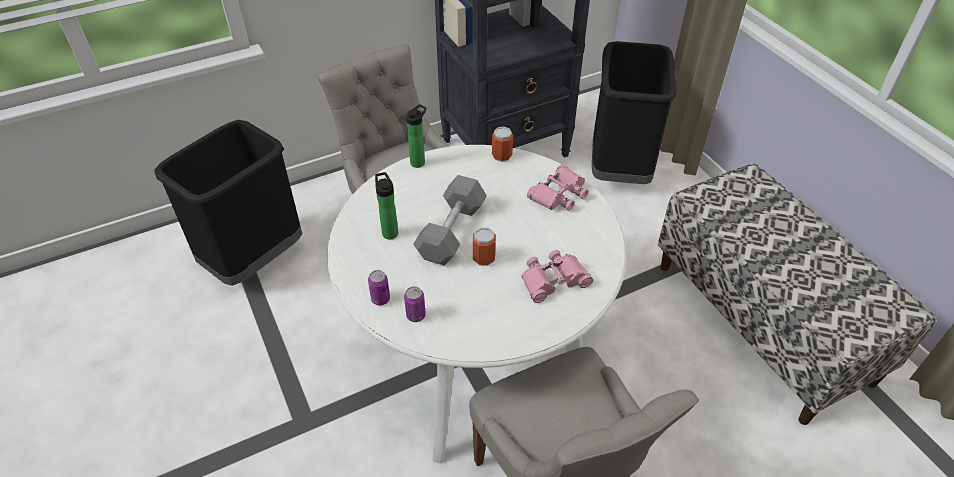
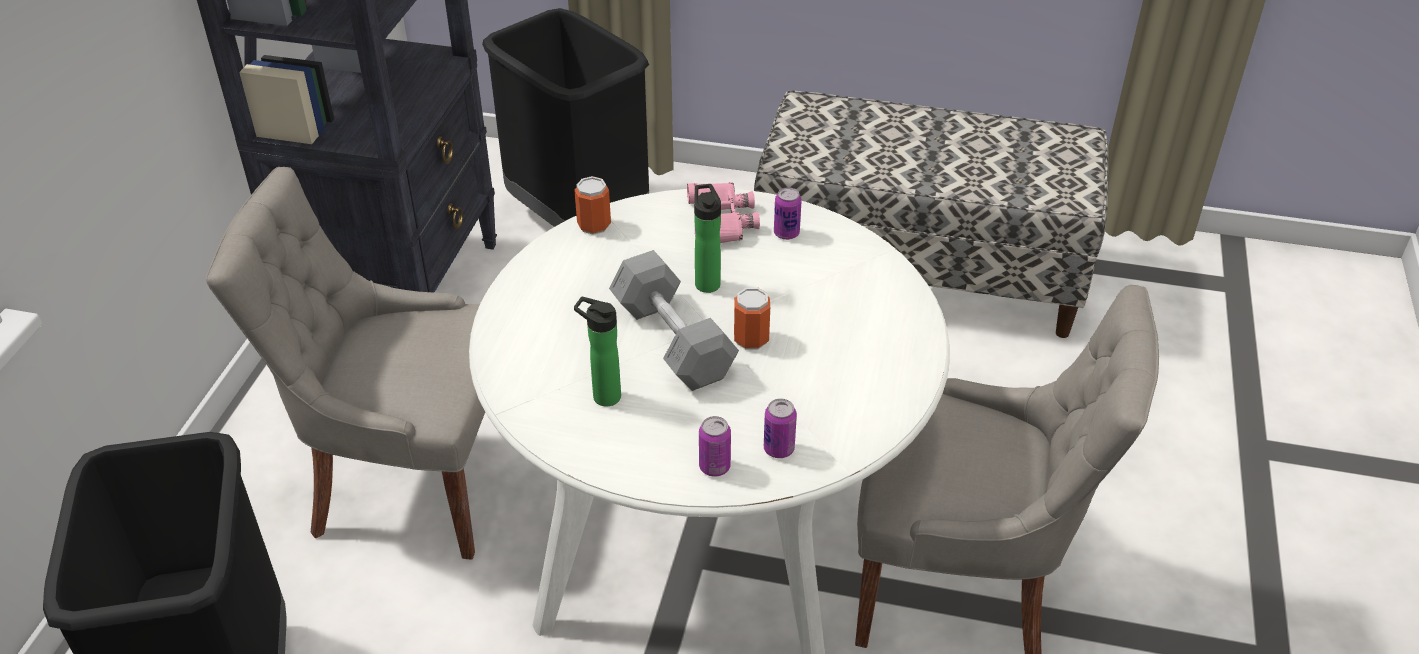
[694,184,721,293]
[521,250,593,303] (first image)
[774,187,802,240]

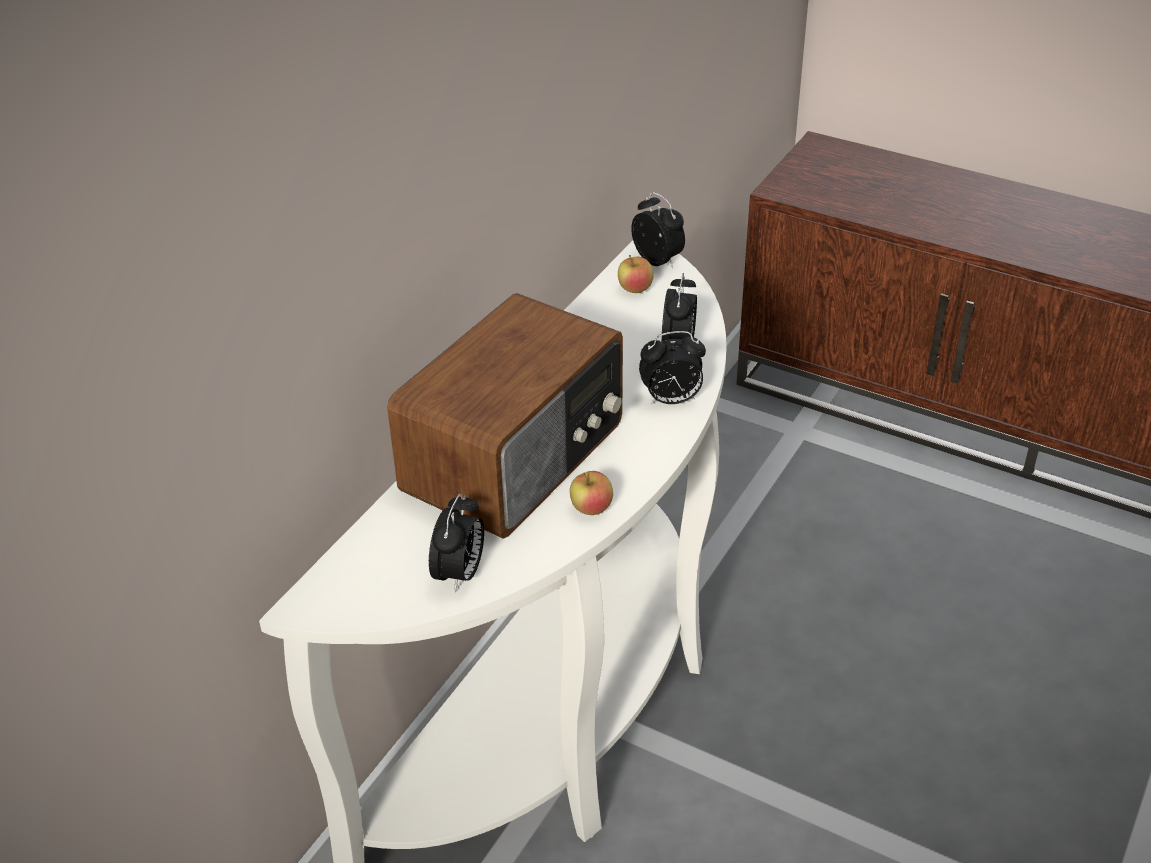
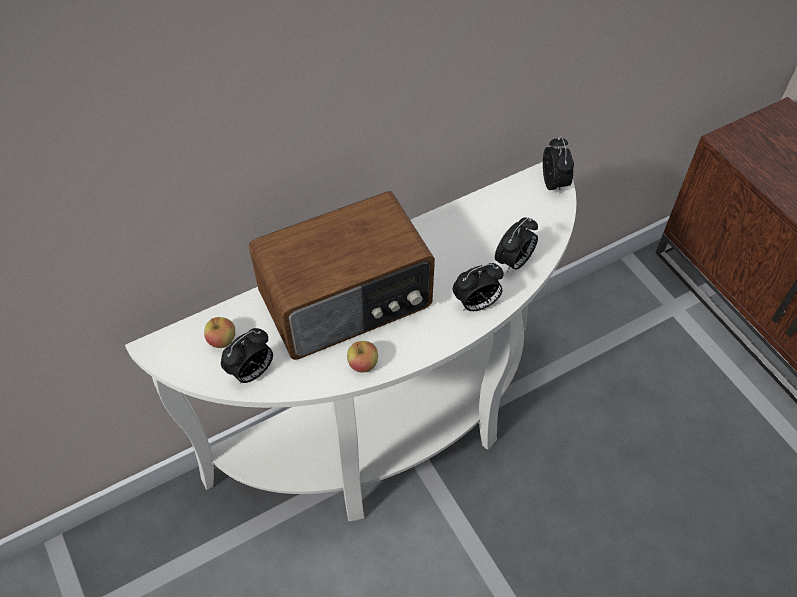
[204,317,235,348]
[453,263,504,311]

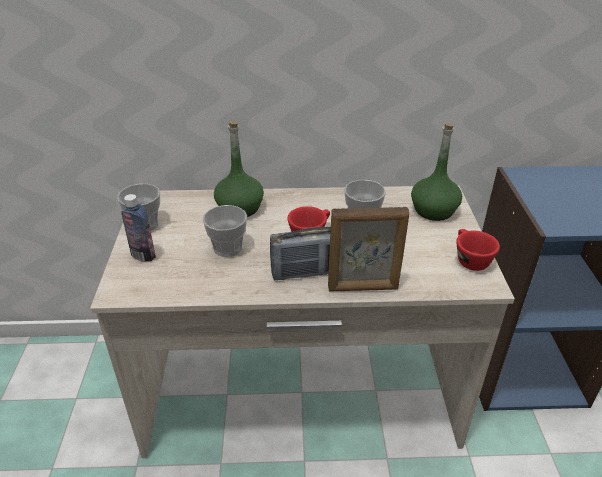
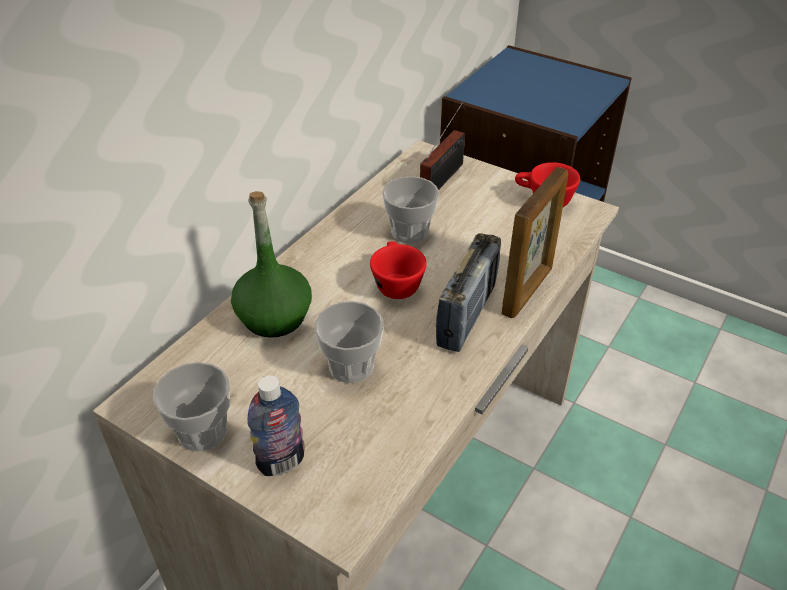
[420,101,465,190]

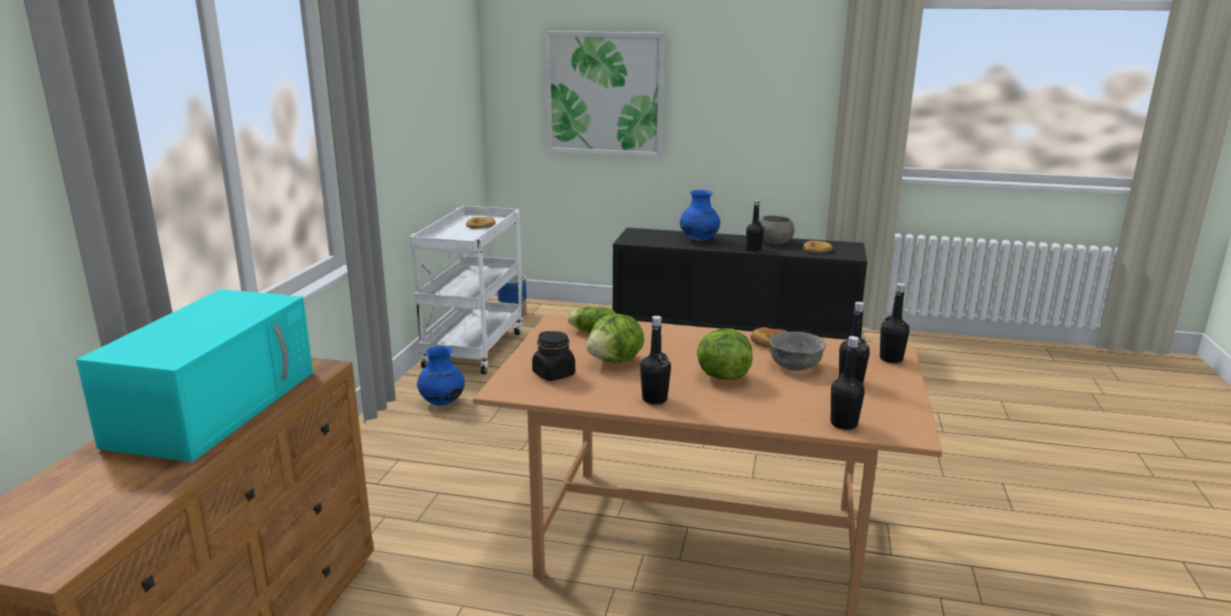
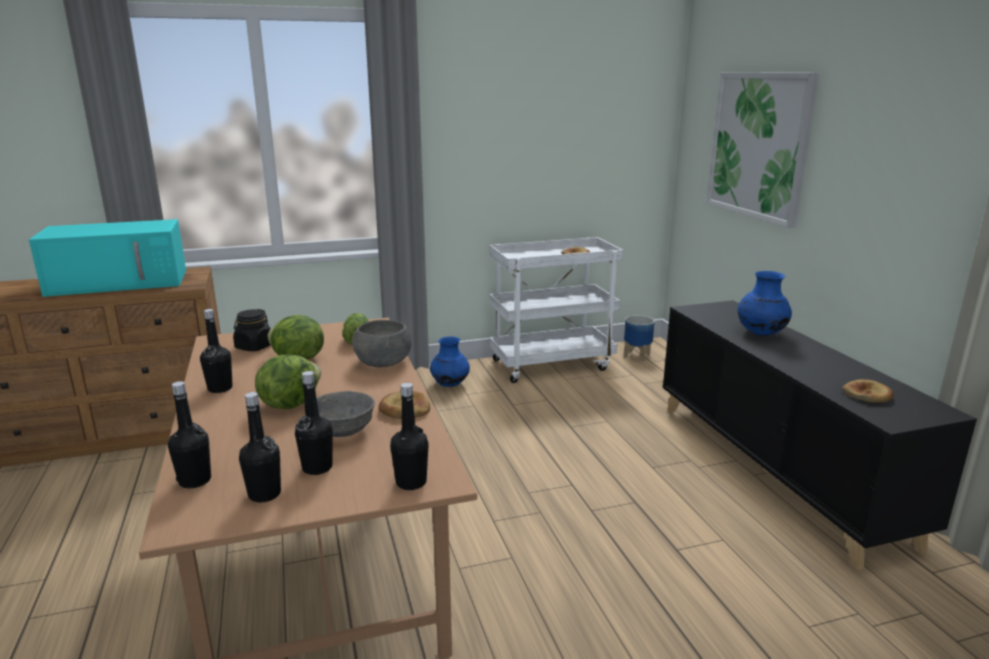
[239,392,281,503]
[352,320,411,367]

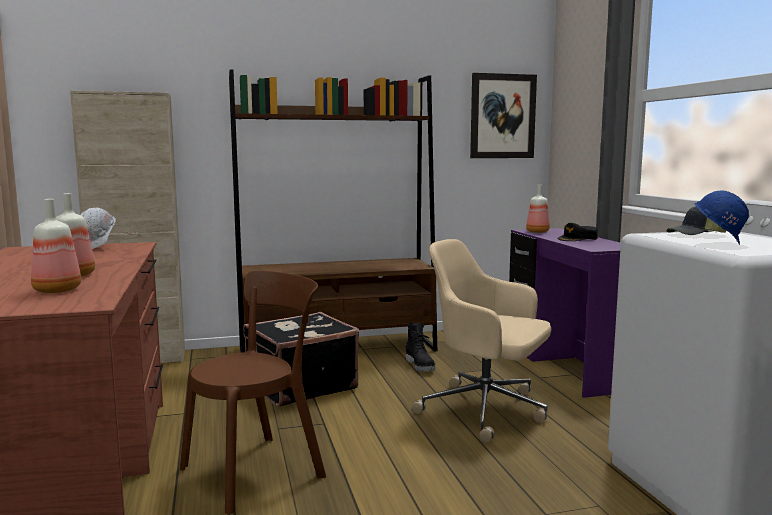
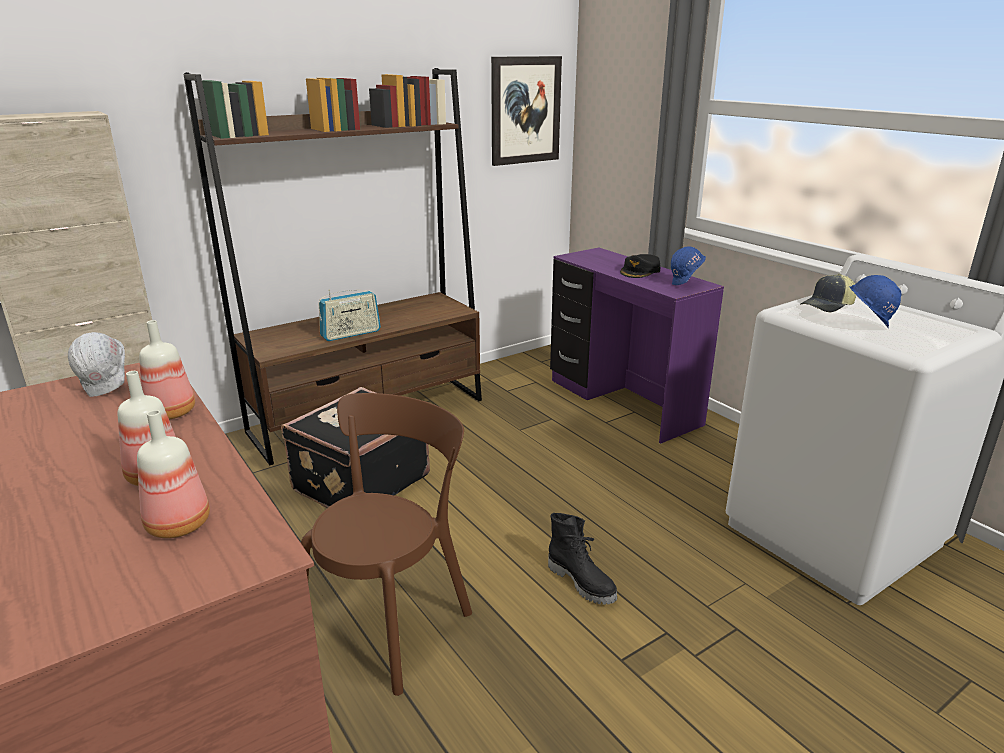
[548,513,617,605]
[412,239,551,443] (first image)
[139,320,195,419]
[319,290,381,341]
[671,246,706,285]

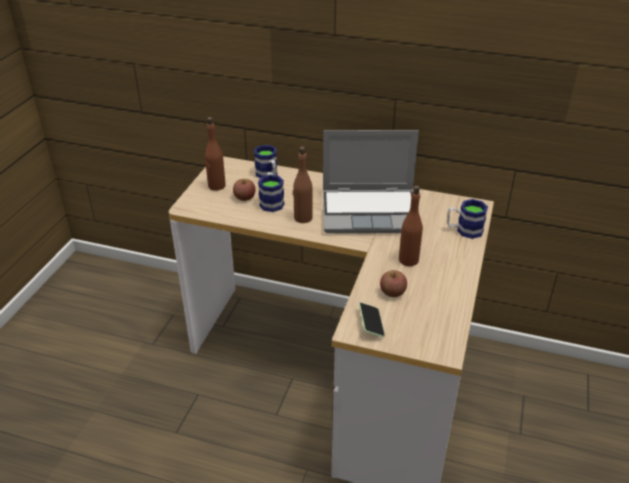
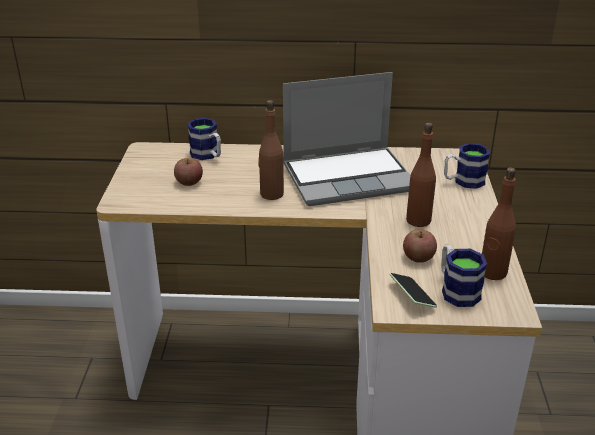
[482,167,516,280]
[441,245,487,307]

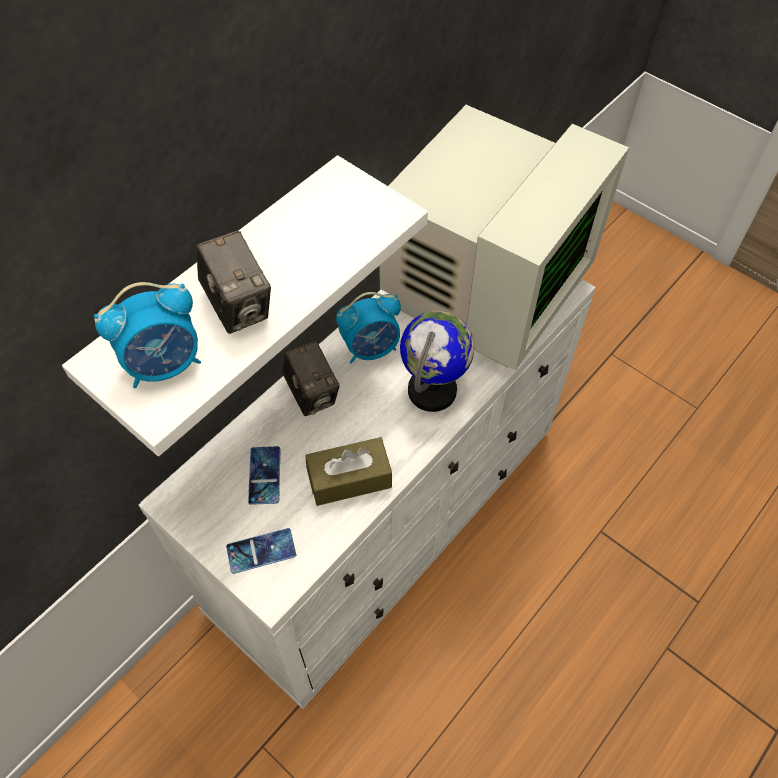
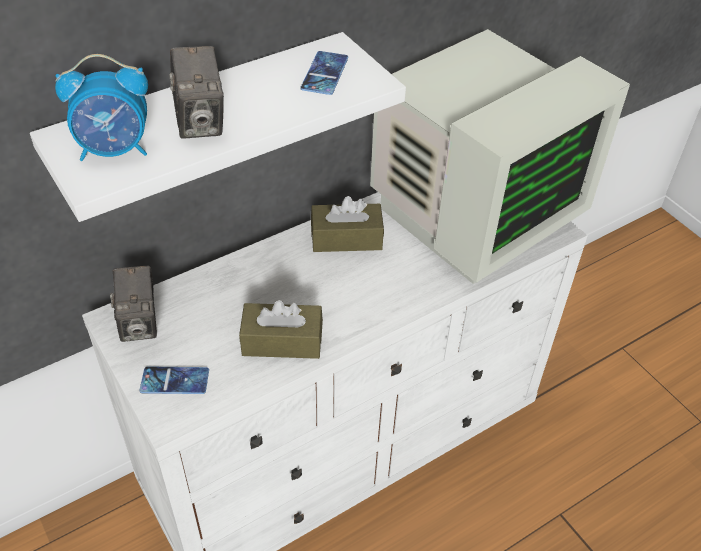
[301,51,348,95]
[110,266,157,342]
[311,196,384,252]
[400,311,475,412] (first image)

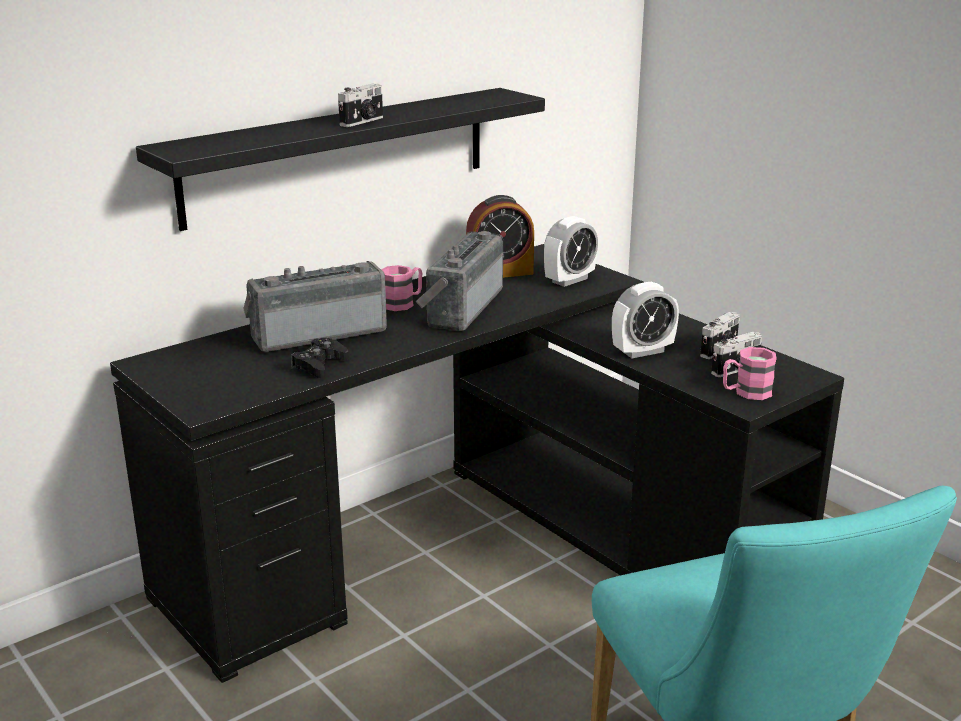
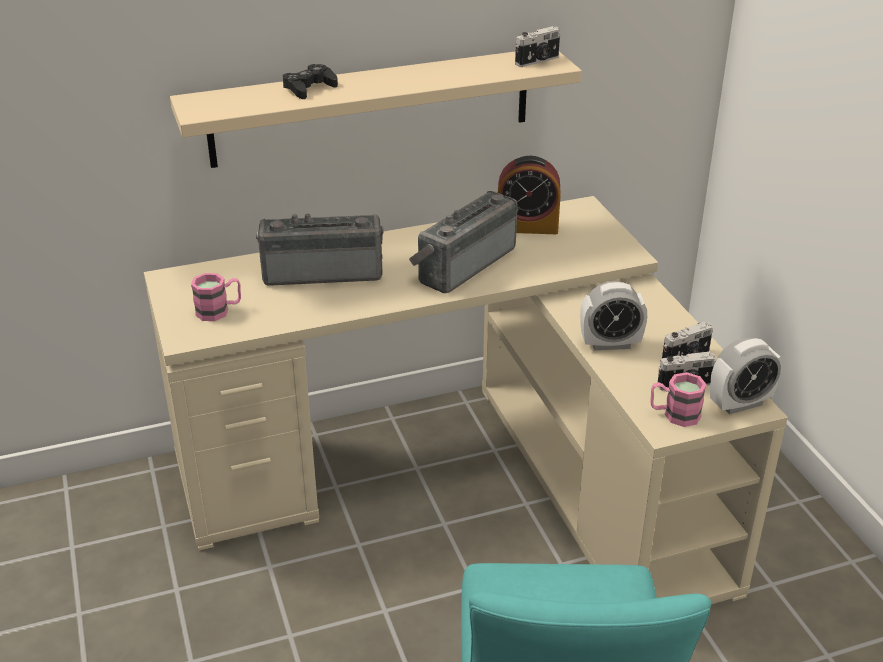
[144,196,788,604]
[170,51,582,168]
[283,64,338,99]
[515,26,560,67]
[191,273,241,321]
[710,337,782,414]

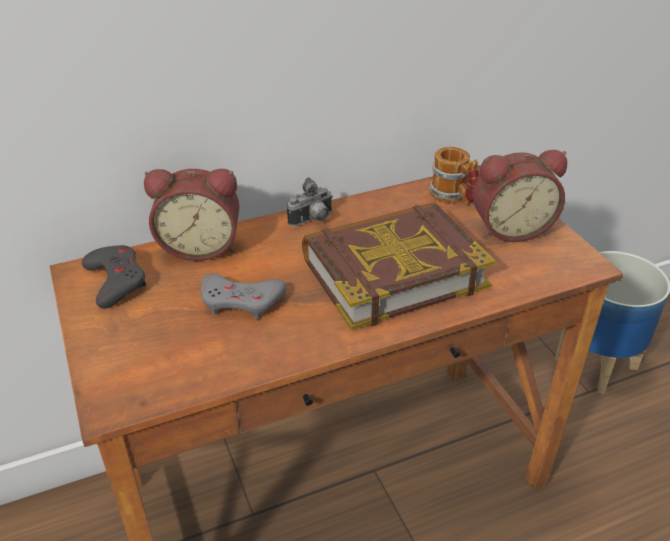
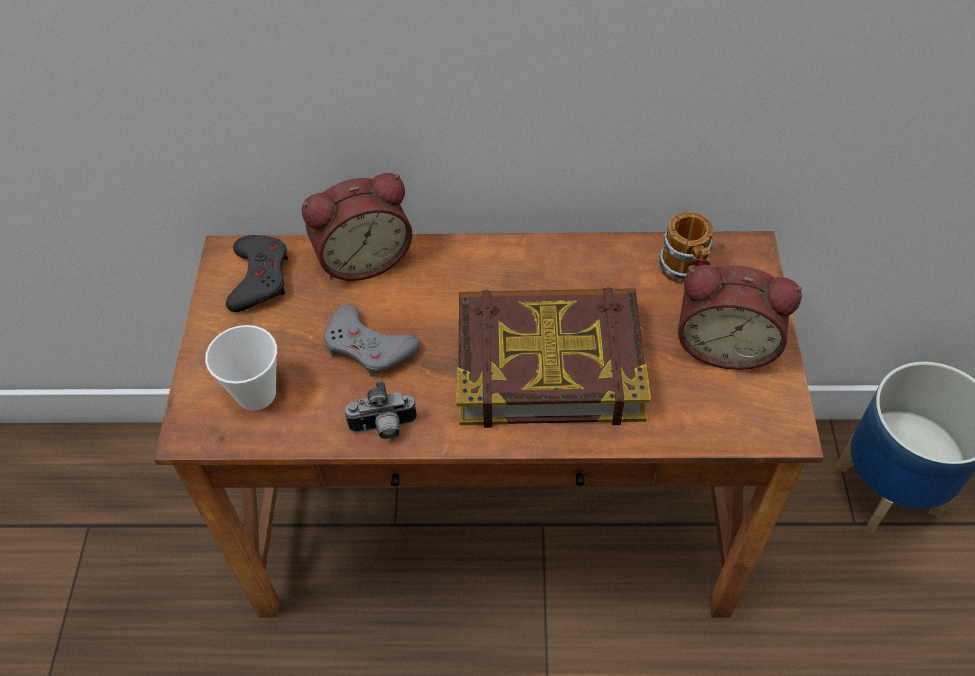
[301,173,412,281]
[345,381,417,439]
[205,325,277,411]

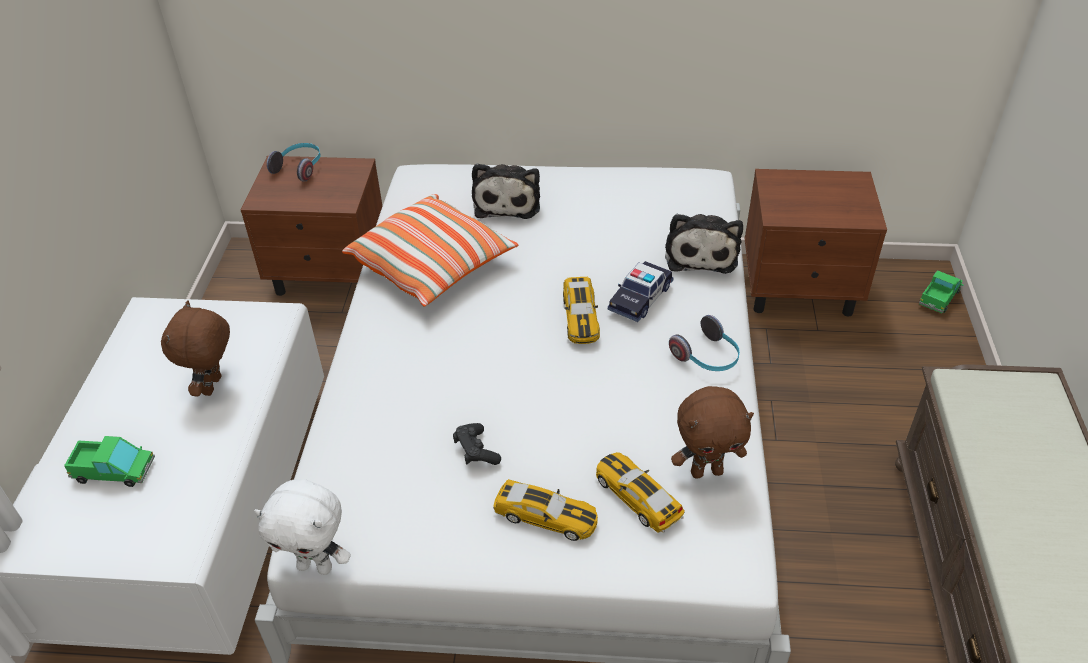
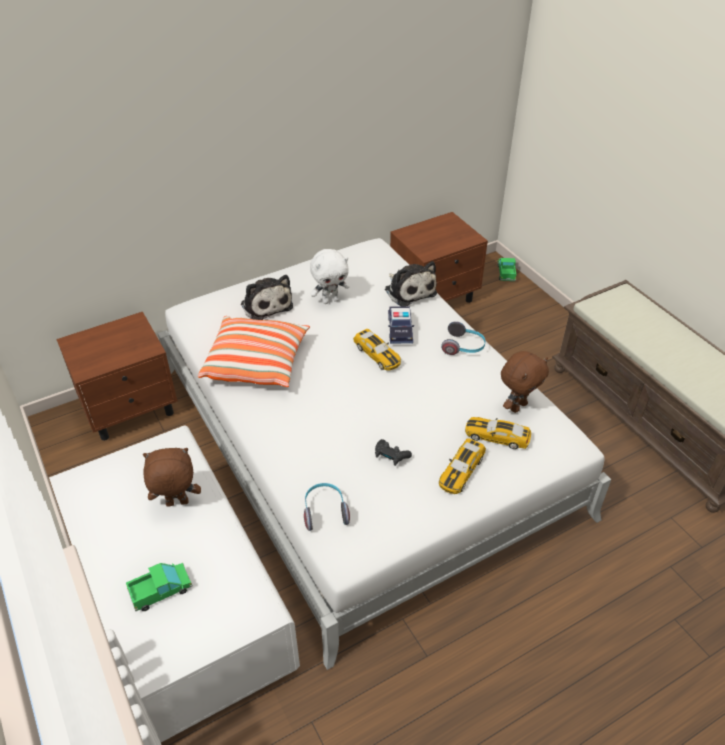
[143,448,201,507]
[310,249,350,304]
[304,483,350,531]
[439,438,486,494]

